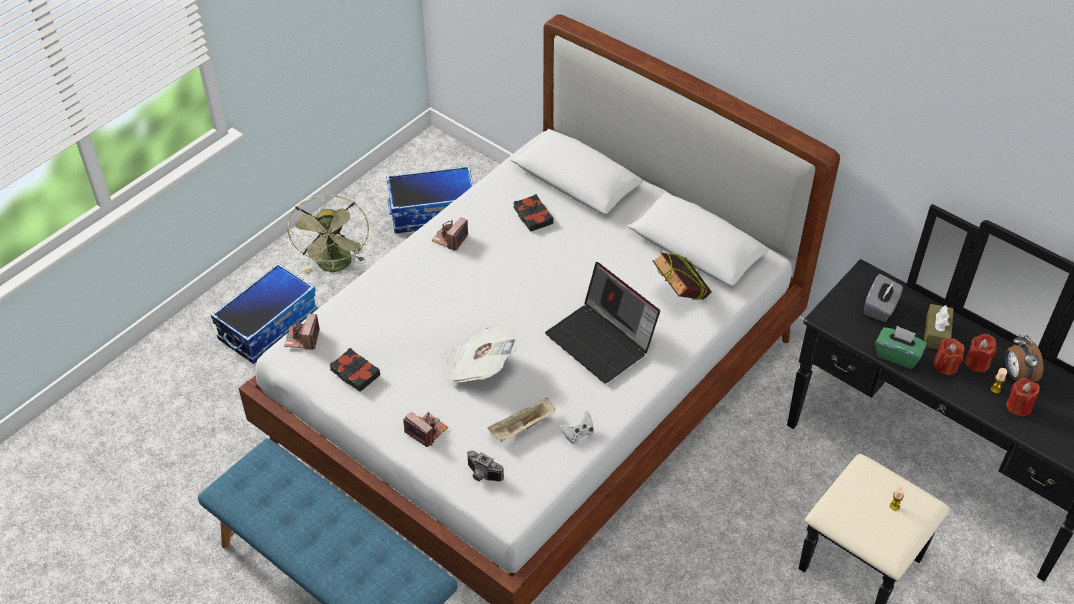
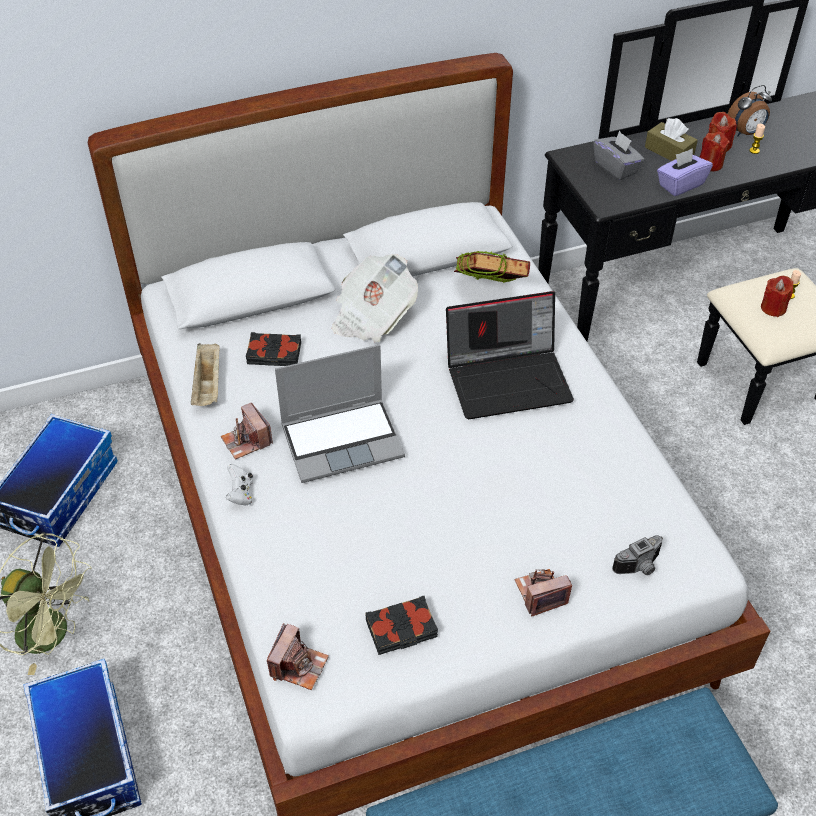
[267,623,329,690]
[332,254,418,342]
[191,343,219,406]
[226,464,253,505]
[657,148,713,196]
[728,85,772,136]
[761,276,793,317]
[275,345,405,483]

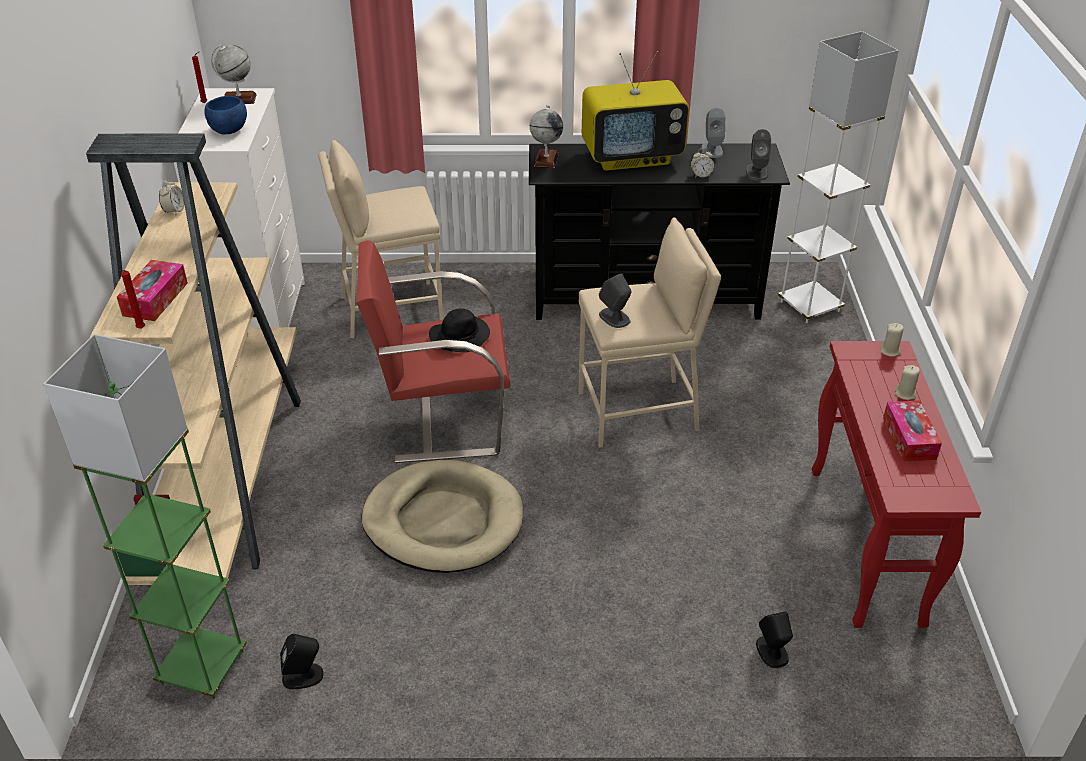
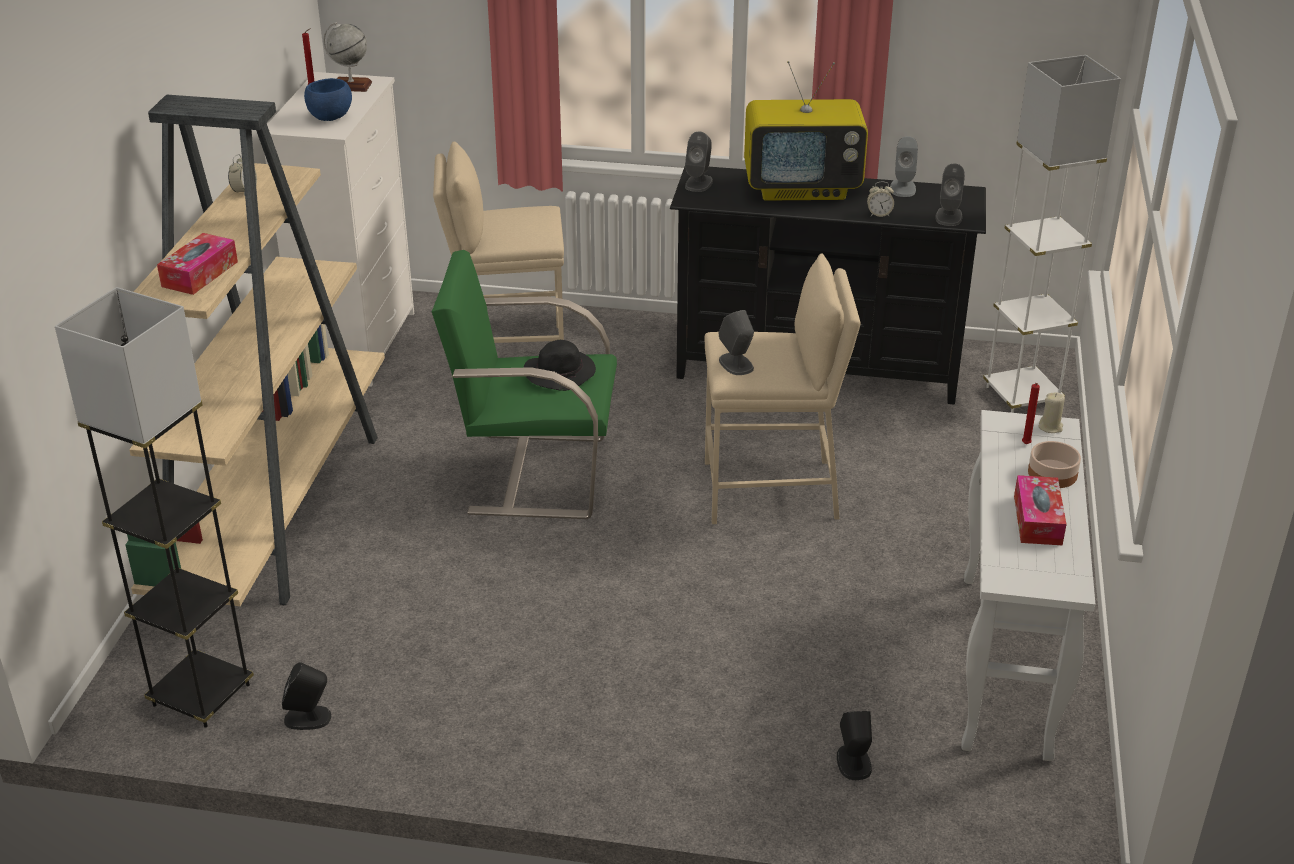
[55,287,254,728]
[1022,383,1040,444]
[432,250,617,519]
[361,460,523,573] (first image)
[685,132,713,192]
[962,410,1095,761]
[1028,441,1081,488]

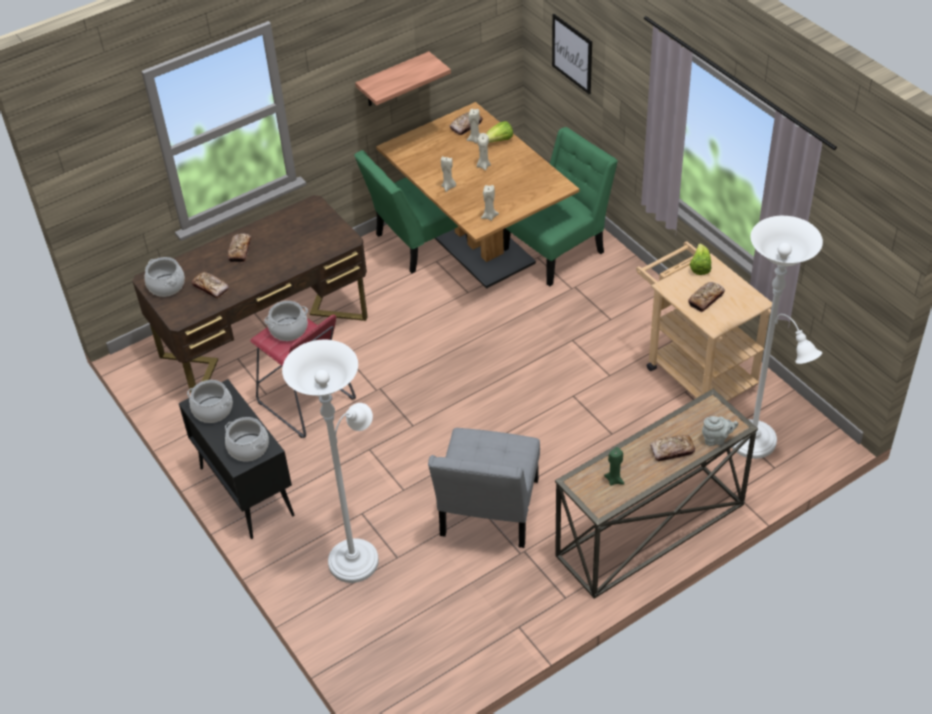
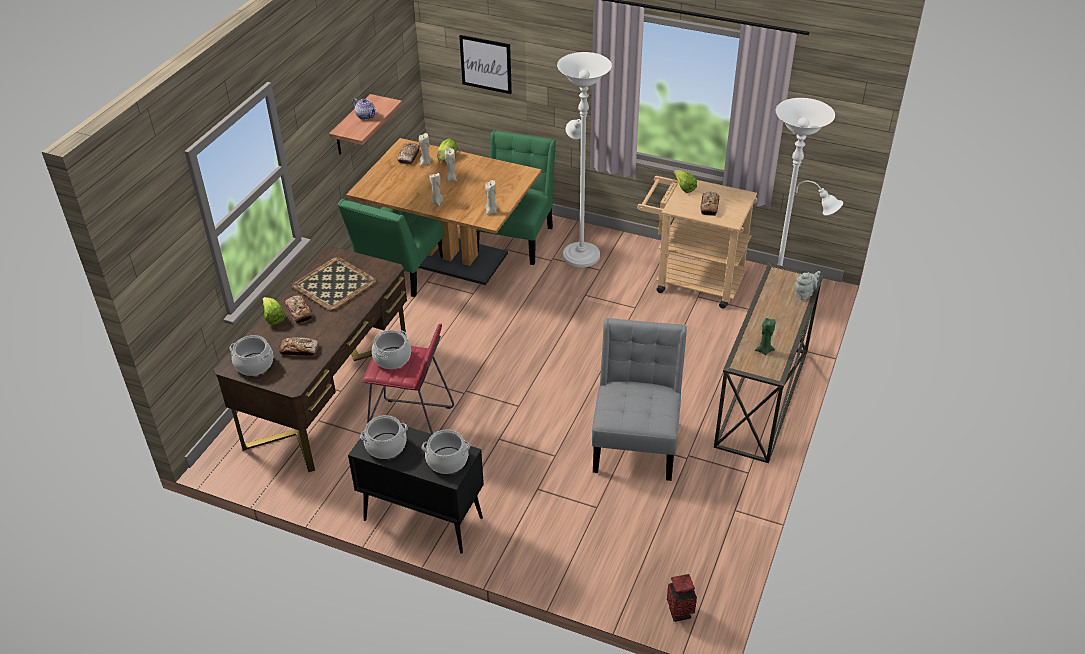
[557,52,612,268]
[592,318,687,481]
[650,435,695,461] (first image)
[263,297,285,325]
[292,257,377,312]
[353,98,376,120]
[667,574,697,622]

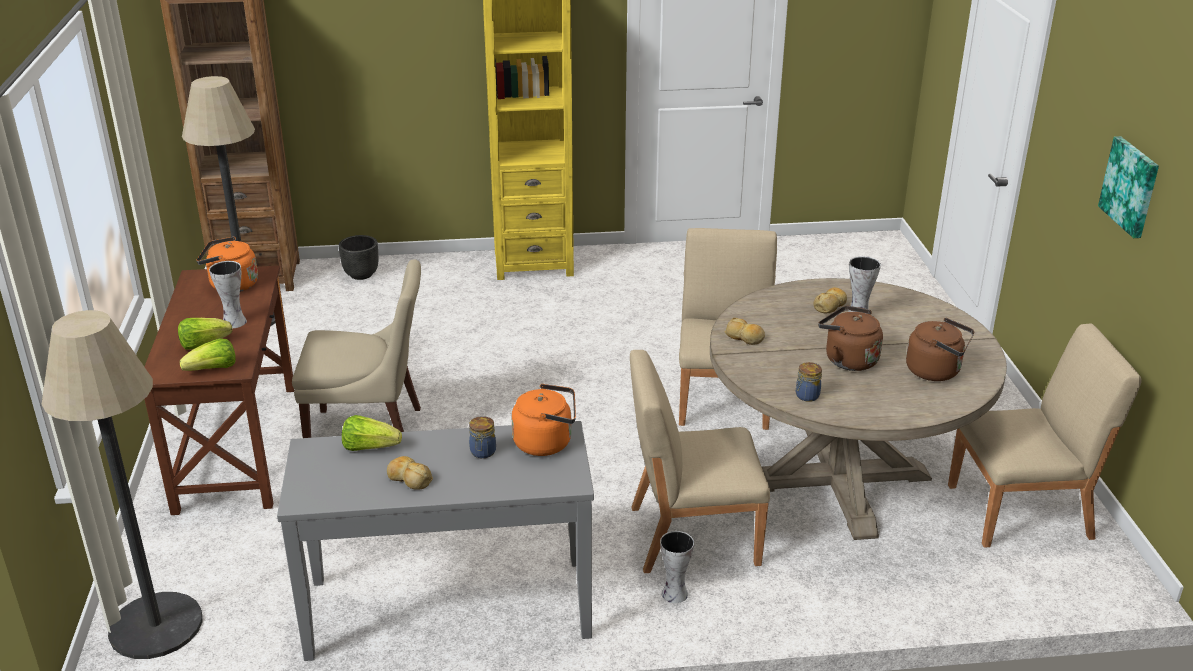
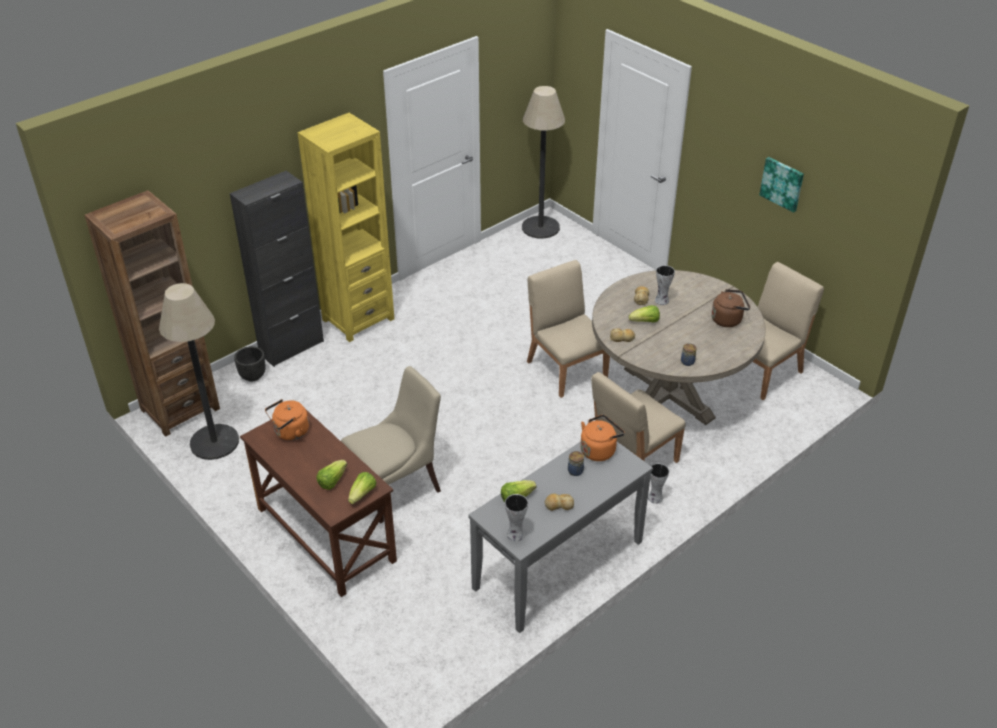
[522,86,565,239]
[505,494,528,541]
[818,306,883,371] (first image)
[230,171,324,367]
[629,305,660,323]

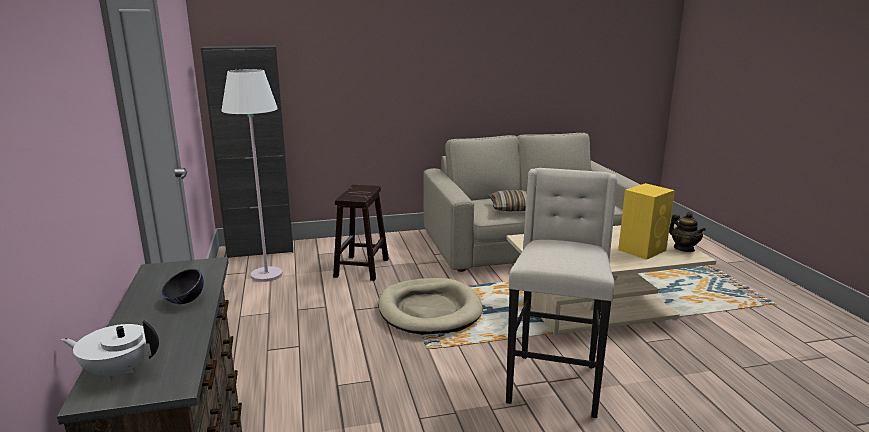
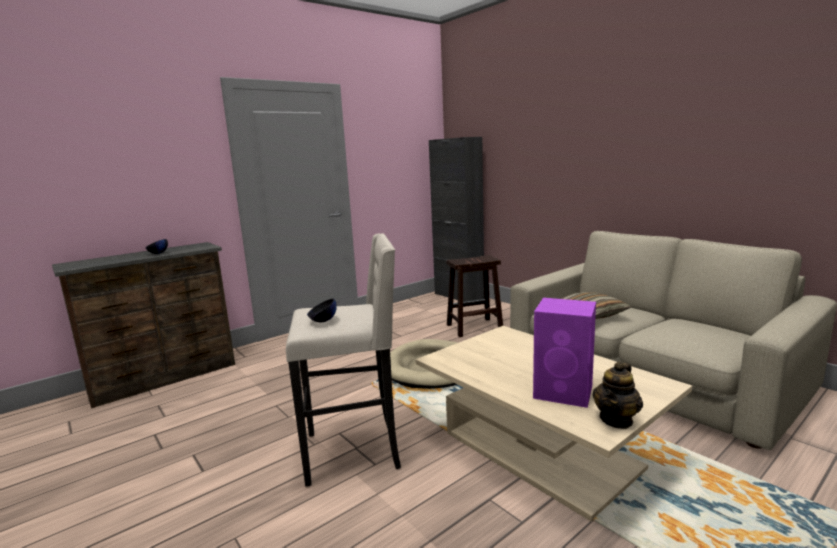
[61,320,159,381] (first image)
[221,69,283,282] (first image)
[533,298,596,408]
[307,299,337,322]

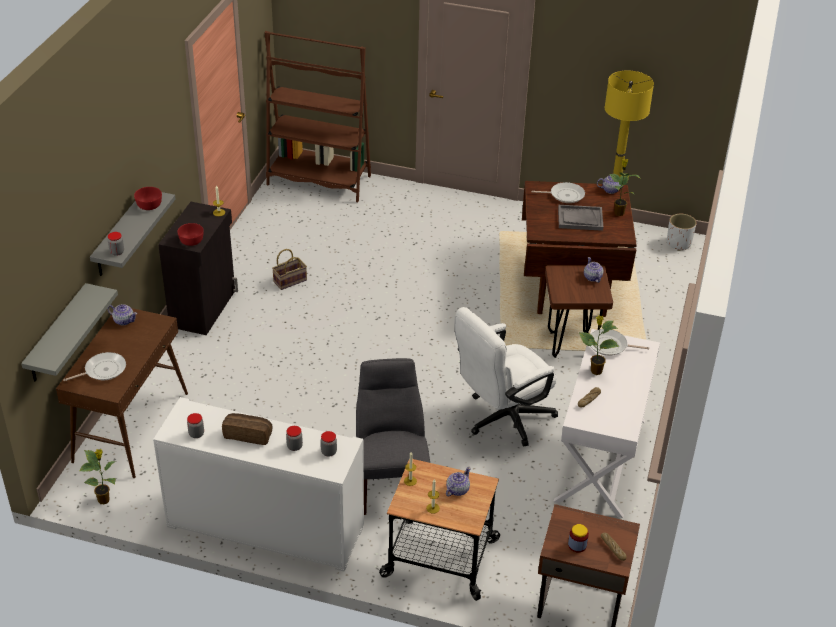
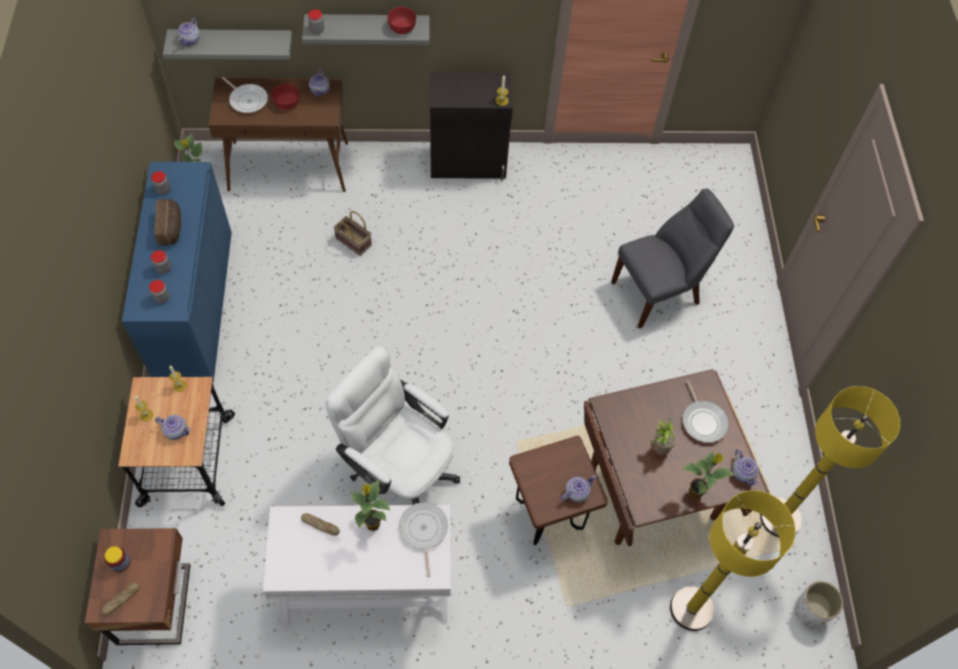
[122,162,232,382]
[272,84,299,110]
[264,31,371,202] (first image)
[334,211,372,256]
[611,189,734,329]
[650,418,676,455]
[177,18,200,46]
[670,490,796,631]

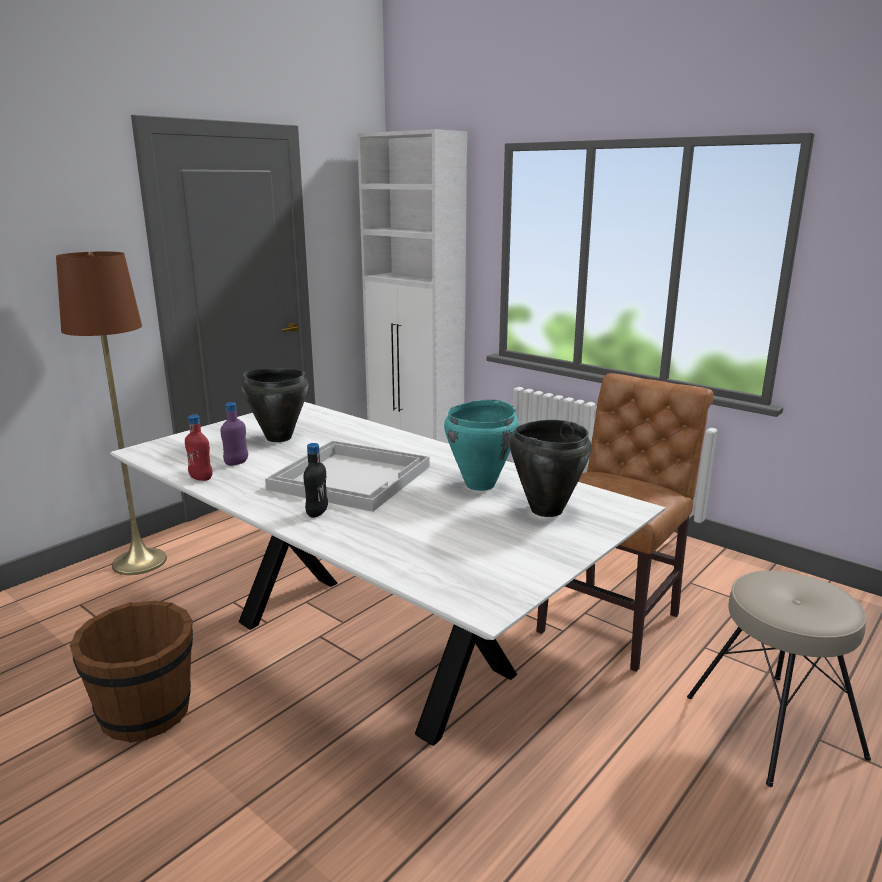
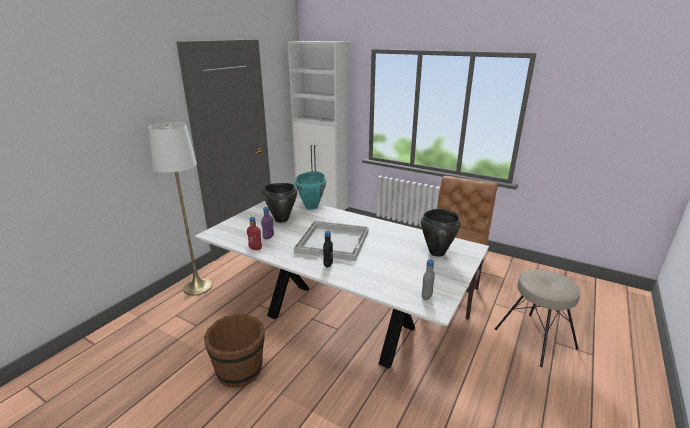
[149,122,212,296]
[295,171,326,210]
[422,259,435,300]

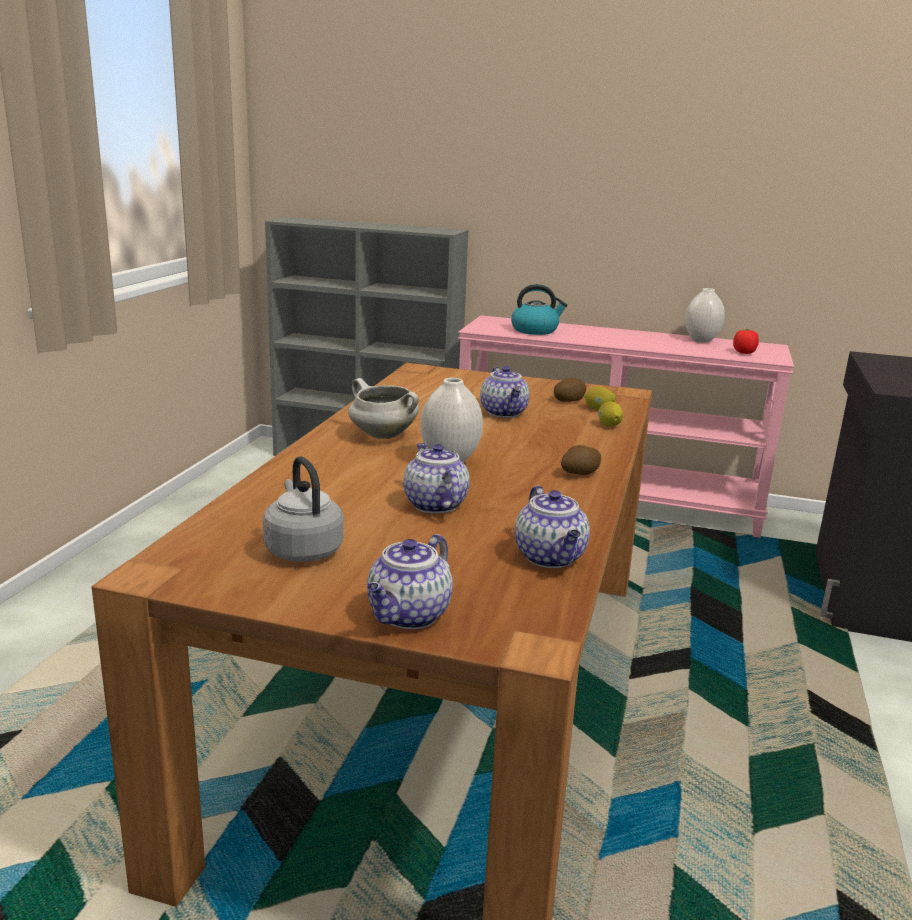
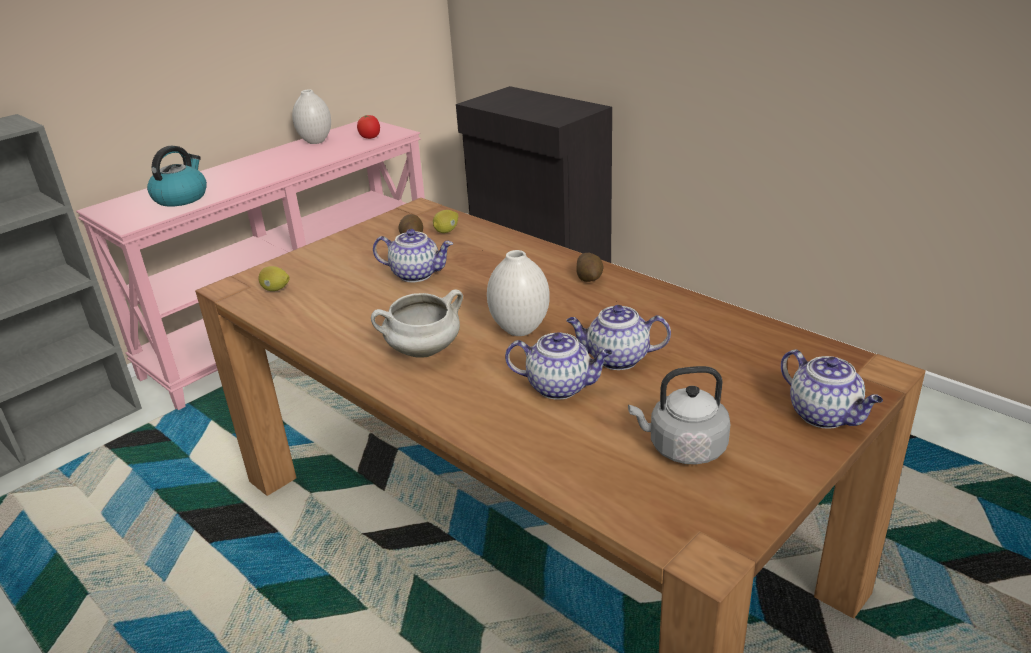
[505,332,613,400]
[258,266,290,291]

